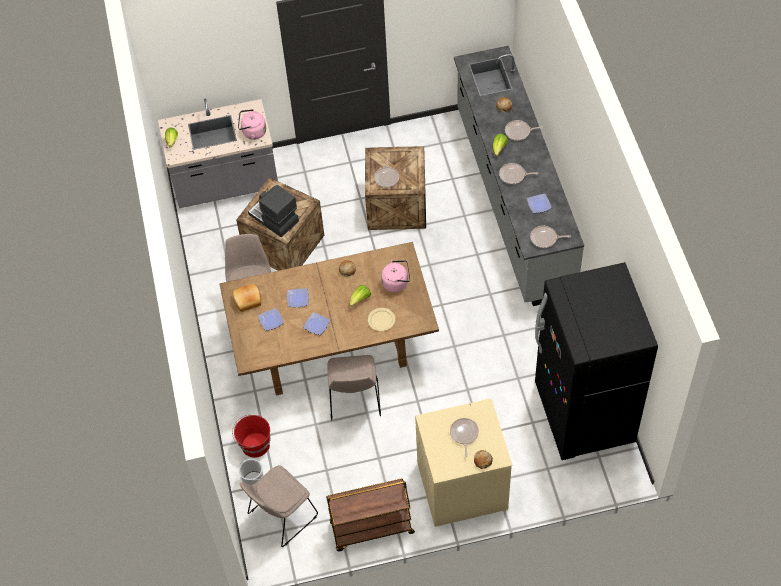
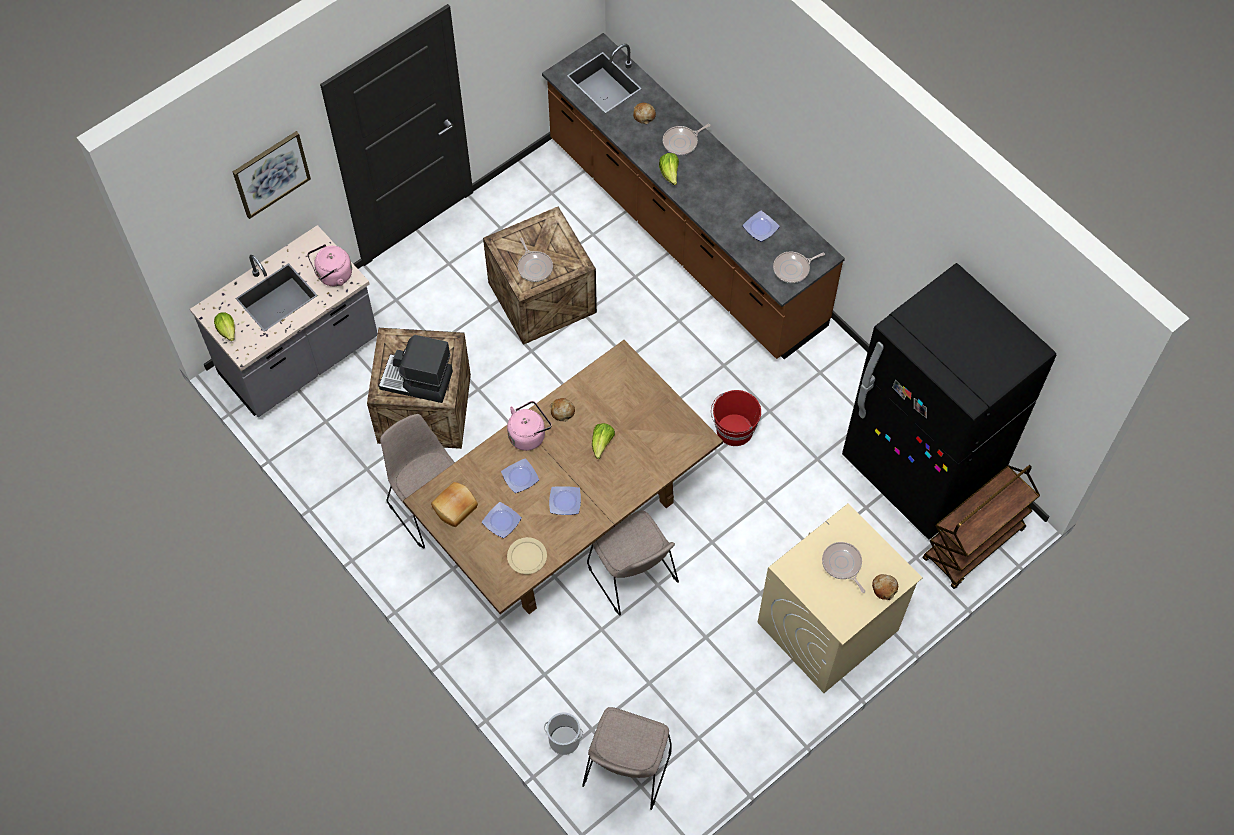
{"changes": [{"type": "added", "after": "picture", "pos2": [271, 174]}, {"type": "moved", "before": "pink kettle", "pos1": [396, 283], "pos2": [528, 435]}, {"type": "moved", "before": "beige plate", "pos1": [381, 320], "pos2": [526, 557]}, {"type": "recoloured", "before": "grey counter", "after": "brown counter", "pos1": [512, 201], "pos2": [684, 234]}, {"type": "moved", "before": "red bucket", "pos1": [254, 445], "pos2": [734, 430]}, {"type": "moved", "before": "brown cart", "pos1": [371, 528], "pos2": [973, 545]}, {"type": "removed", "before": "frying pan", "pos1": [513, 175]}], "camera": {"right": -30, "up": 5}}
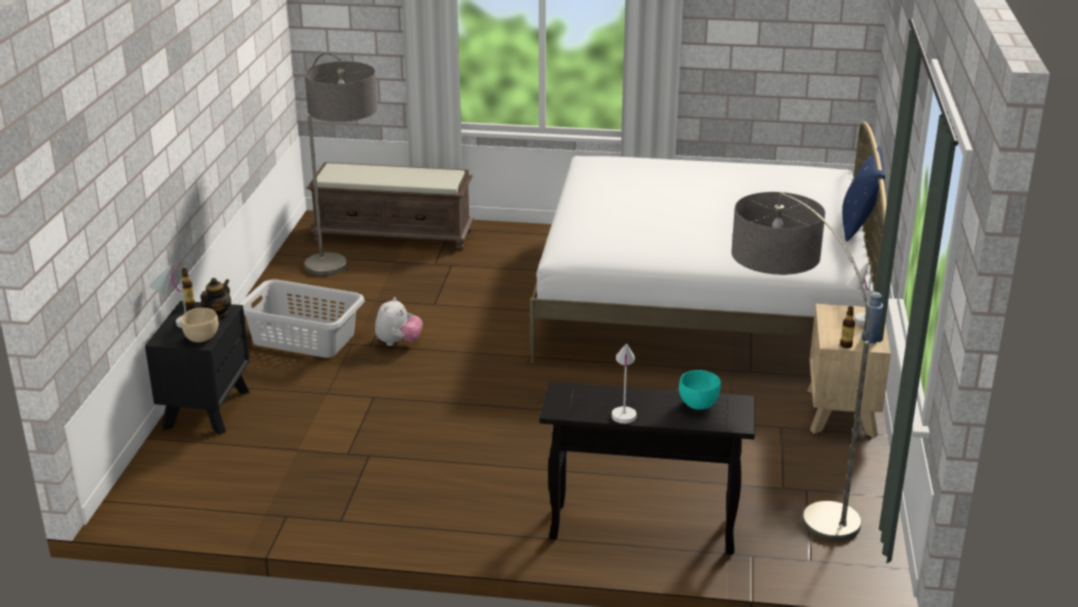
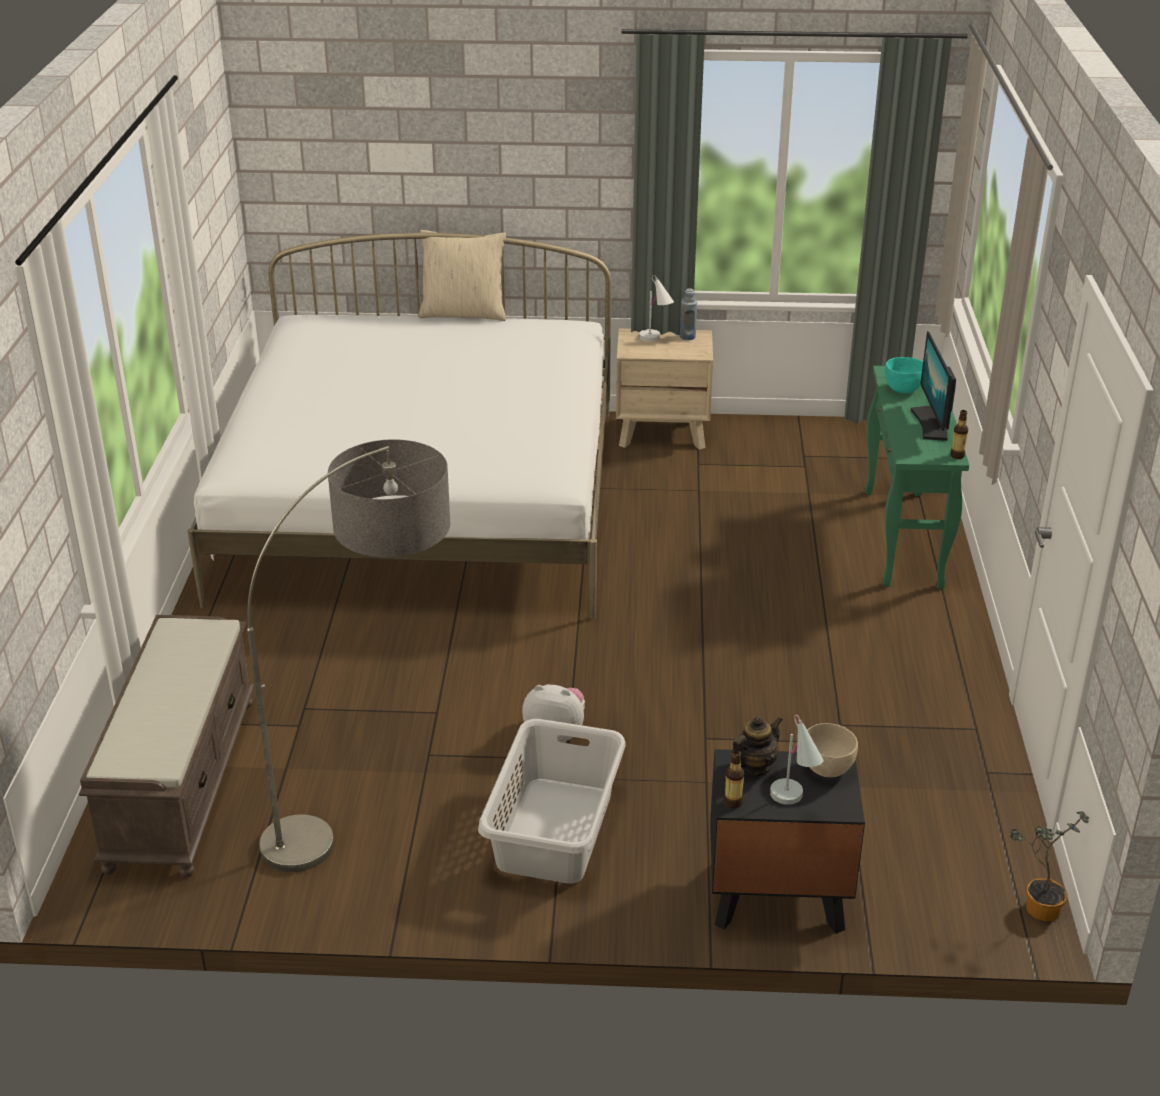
{"changes": [{"type": "recoloured", "before": "blue pillow", "after": "beige pillow", "pos1": [858, 226], "pos2": [464, 313]}, {"type": "turned", "before": "teapot", "pos1": [217, 315], "pos2": [754, 767], "turn": 120}, {"type": "recoloured", "before": "black console table", "after": "green console table", "pos1": [641, 529], "pos2": [903, 539]}, {"type": "replaced", "before": "white table lamp", "after": "monitor", "pos1": [623, 410], "pos2": [931, 424]}, {"type": "moved", "before": "bottle", "pos1": [846, 345], "pos2": [957, 455]}, {"type": "added", "after": "potted plant", "pos2": [1038, 906]}, {"type": "removed", "before": "floor lamp", "pos1": [779, 491]}], "camera": {"right": -95, "up": 5}}
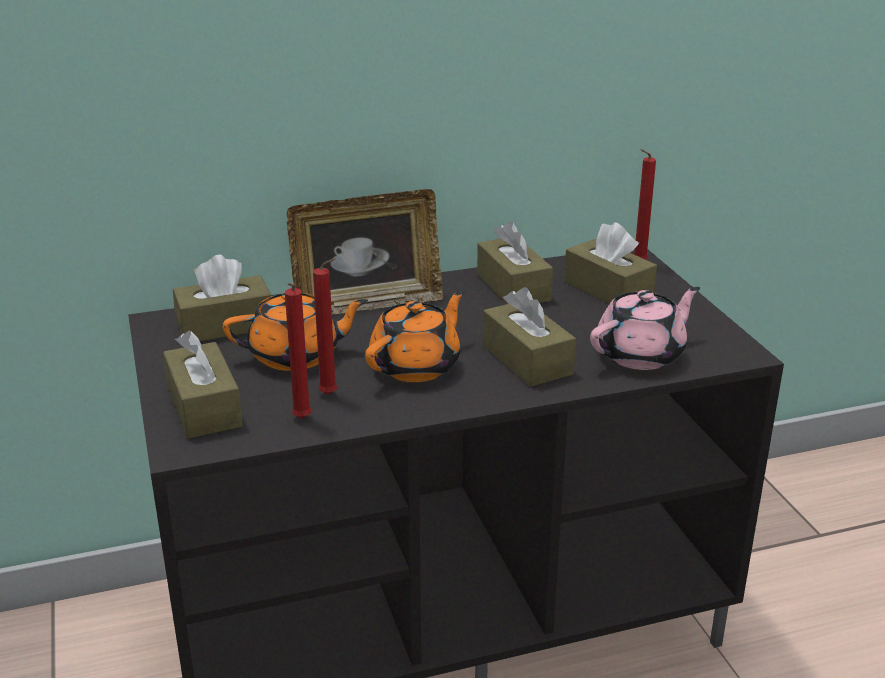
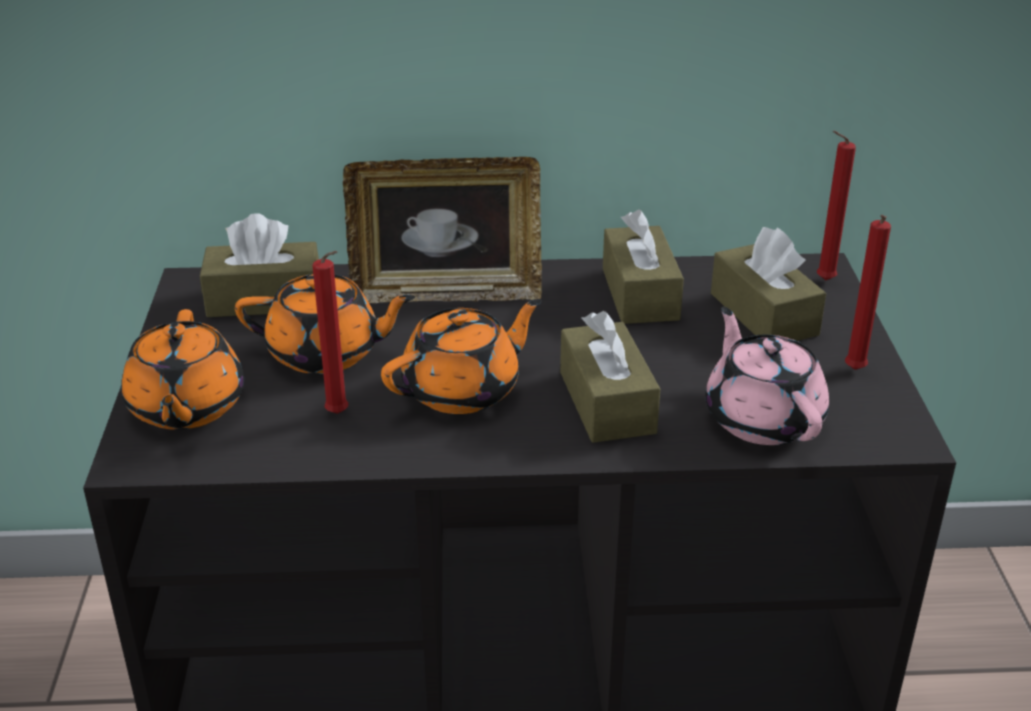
{"changes": [{"type": "replaced", "before": "brown tissue box", "after": "orange teapot", "pos1": [204, 407], "pos2": [186, 408]}, {"type": "turned", "before": "pink teapot", "pos1": [641, 354], "pos2": [762, 418], "turn": -90}, {"type": "moved", "before": "red candle", "pos1": [301, 420], "pos2": [854, 371]}], "camera": {"right": 15, "up": 5}}
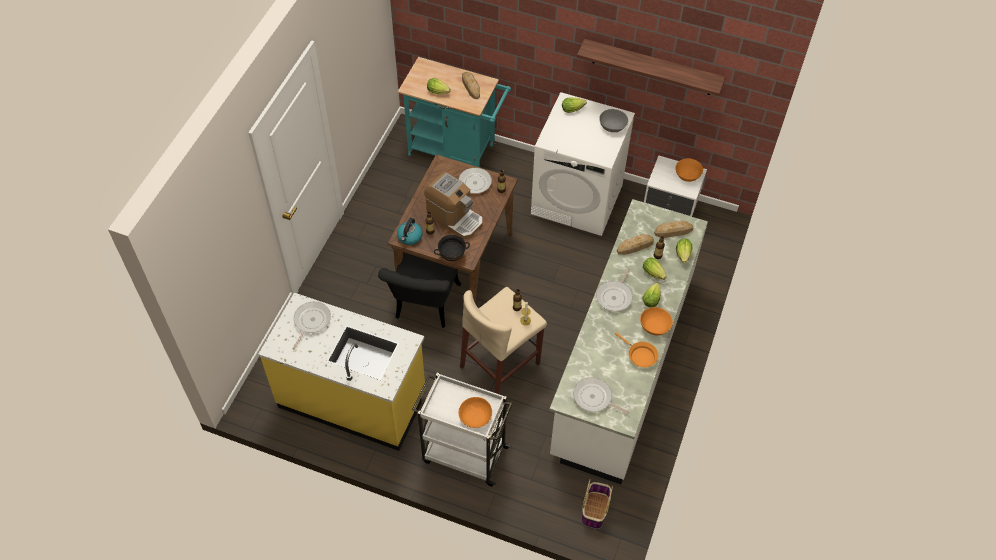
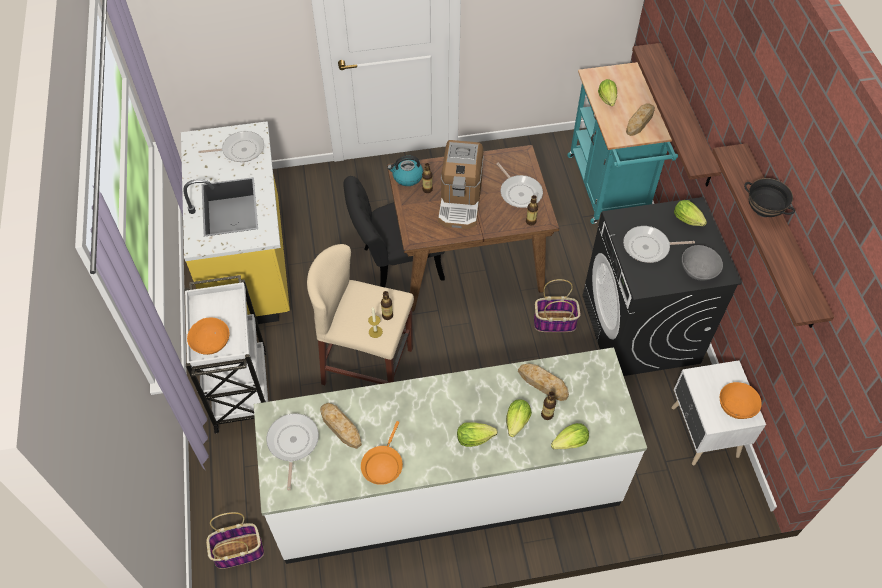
{"changes": [{"type": "moved", "before": "bread", "pos1": [673, 231], "pos2": [340, 427]}, {"type": "added", "after": "basket", "pos2": [555, 322]}, {"type": "recoloured", "before": "white washing machine", "after": "black washing machine", "pos1": [577, 199], "pos2": [640, 329]}, {"type": "moved", "before": "frying pan", "pos1": [615, 296], "pos2": [649, 247]}, {"type": "added", "after": "shelf", "pos2": [685, 116]}, {"type": "moved", "before": "black bowl", "pos1": [452, 256], "pos2": [762, 211]}, {"type": "removed", "before": "orange bowl", "pos1": [654, 326]}], "camera": {"right": 60, "up": 0}}
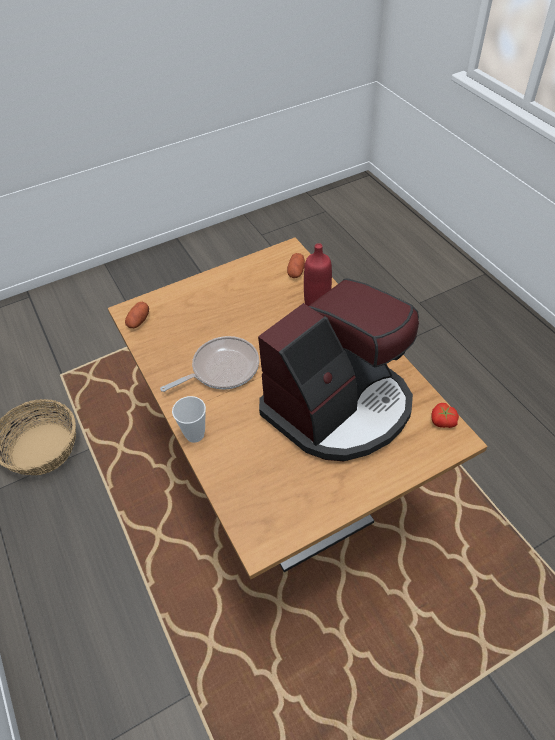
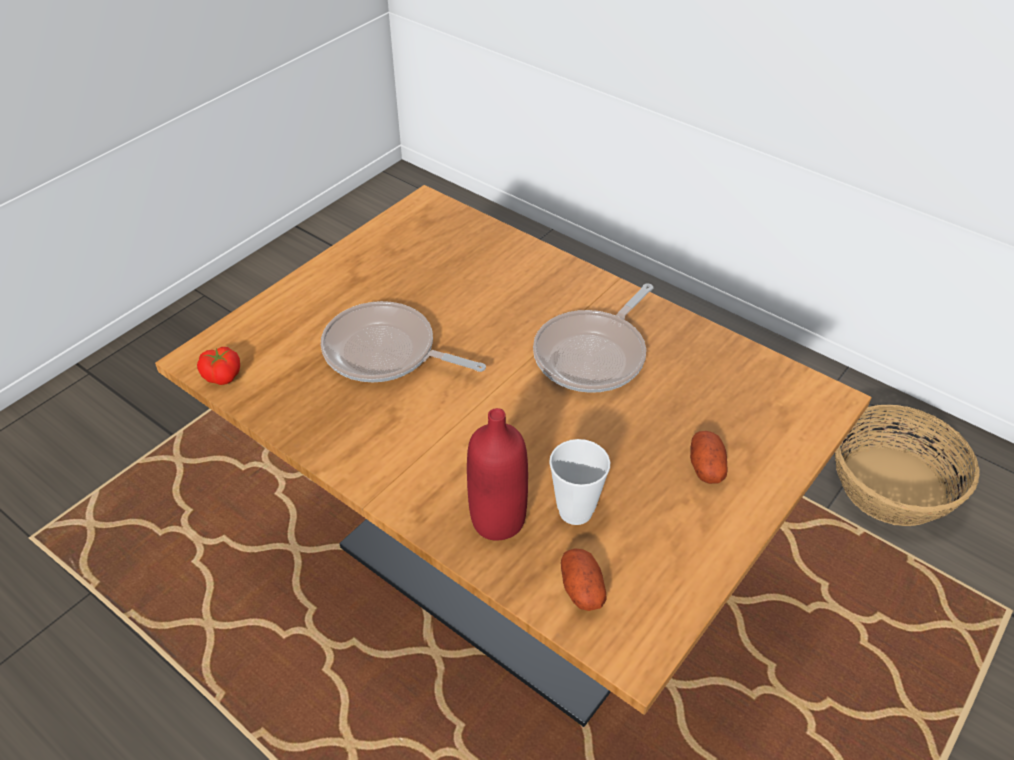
{"changes": [{"type": "replaced", "before": "coffee machine", "after": "frying pan", "pos1": [339, 407], "pos2": [385, 352]}, {"type": "moved", "before": "cup", "pos1": [195, 434], "pos2": [575, 511]}, {"type": "moved", "before": "potato", "pos1": [138, 321], "pos2": [706, 466]}], "camera": {"right": 155, "up": -5}}
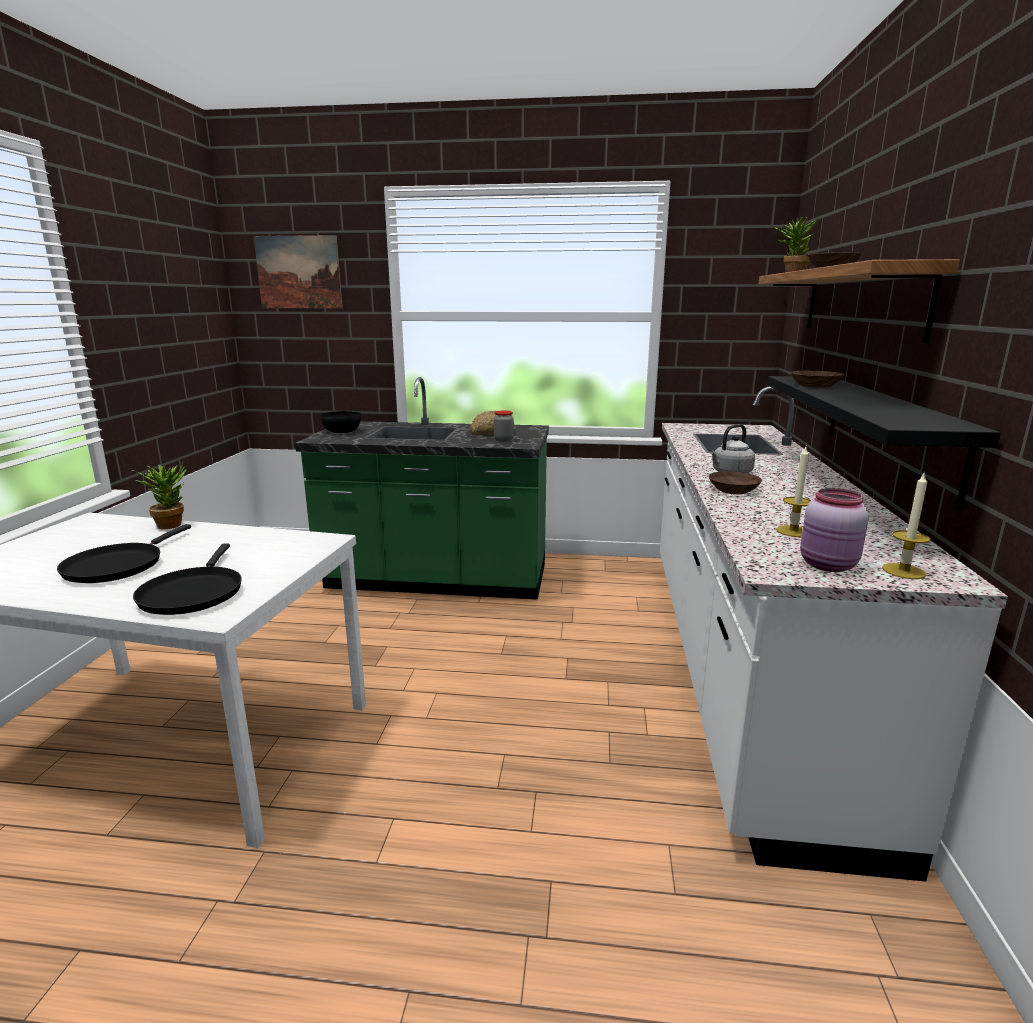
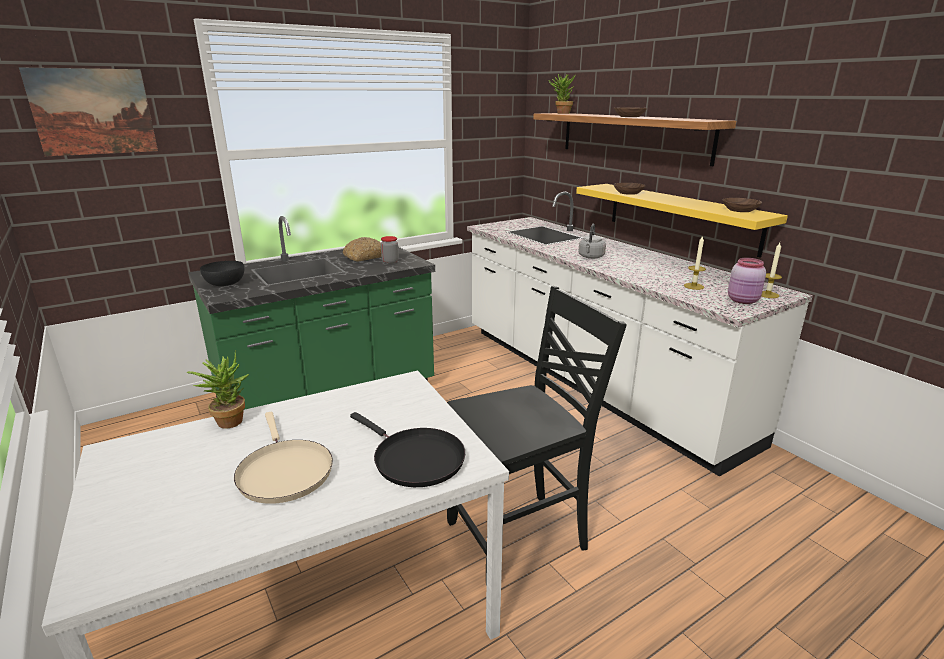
{"changes": [{"type": "recoloured", "before": "black frying pan", "after": "beige frying pan", "pos1": [118, 565], "pos2": [283, 472]}, {"type": "added", "after": "black chair", "pos2": [520, 537]}, {"type": "recoloured", "before": "black shelf", "after": "yellow shelf", "pos1": [888, 431], "pos2": [680, 217]}, {"type": "moved", "before": "brown bowl", "pos1": [732, 490], "pos2": [739, 210]}], "camera": {"right": -40, "up": 5}}
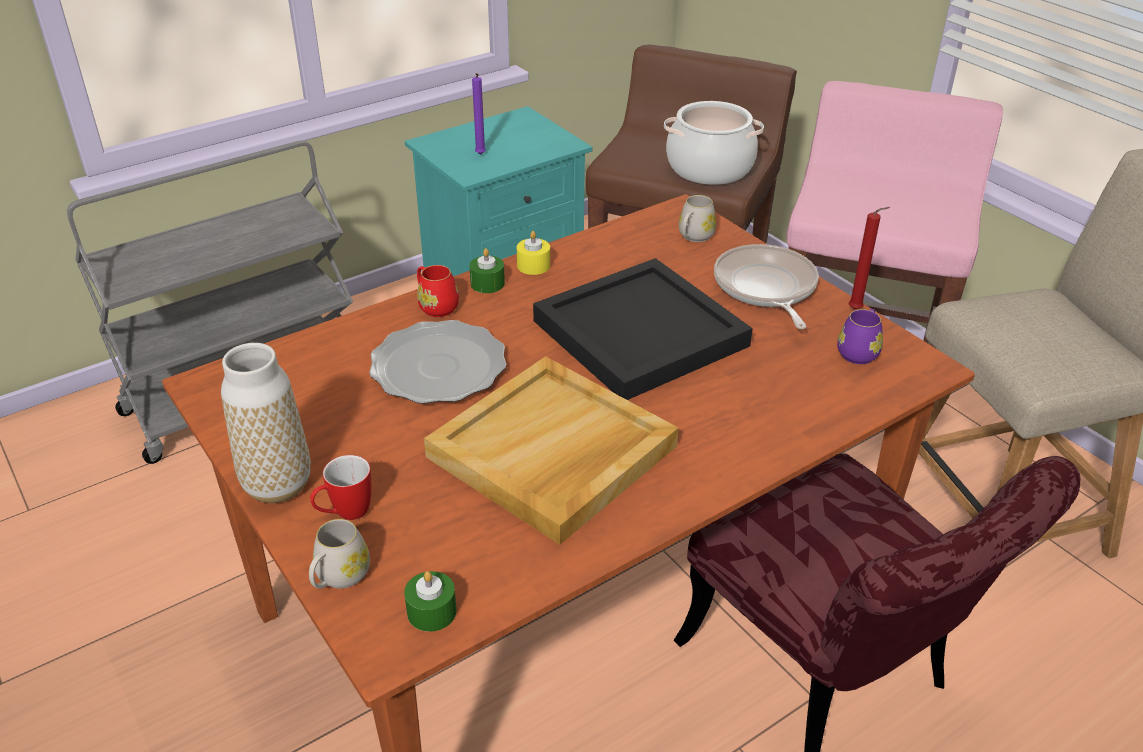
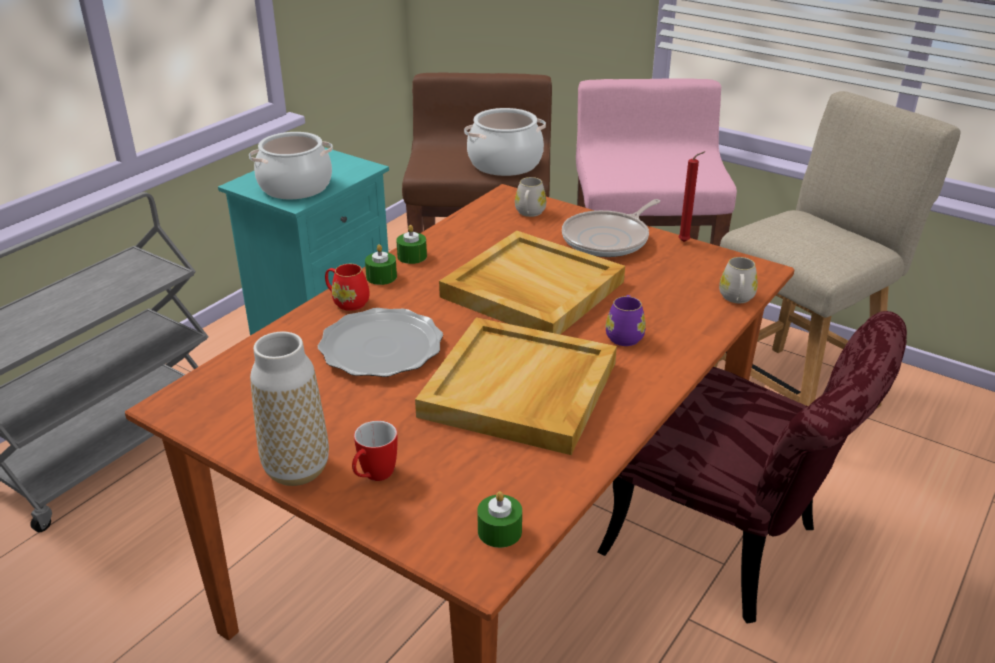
{"changes": [{"type": "replaced", "before": "purple candle", "after": "cooking pot", "pos1": [480, 155], "pos2": [295, 187]}, {"type": "recoloured", "before": "yellow candle", "after": "green candle", "pos1": [533, 265], "pos2": [412, 256]}, {"type": "recoloured", "before": "black tray", "after": "beige tray", "pos1": [637, 333], "pos2": [531, 289]}, {"type": "turned", "before": "frying pan", "pos1": [765, 288], "pos2": [608, 239], "turn": -105}, {"type": "moved", "before": "purple mug", "pos1": [859, 351], "pos2": [624, 335]}, {"type": "moved", "before": "white mug", "pos1": [339, 577], "pos2": [736, 299]}], "camera": {"right": -20, "up": -5}}
